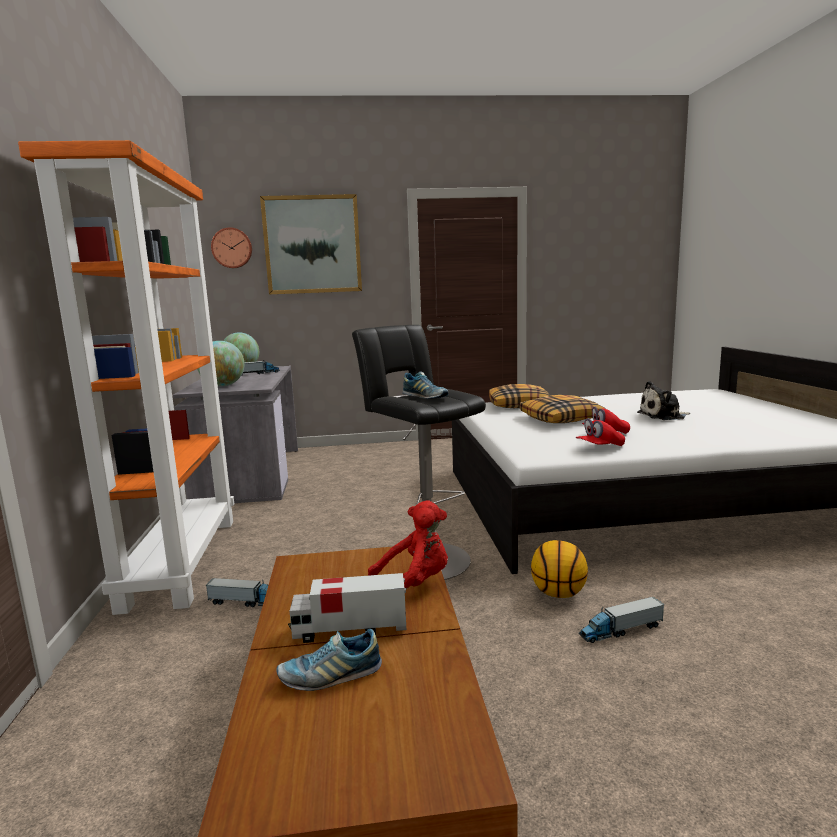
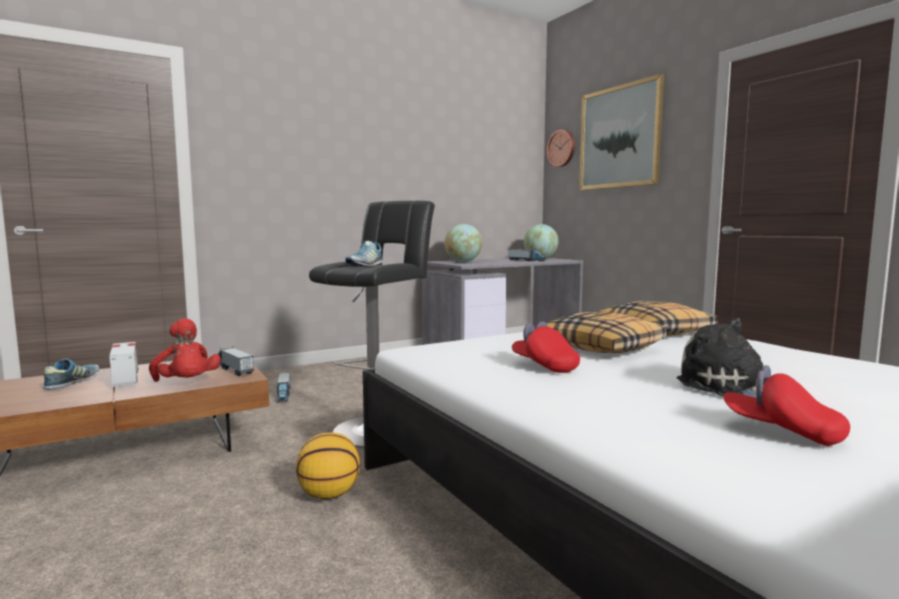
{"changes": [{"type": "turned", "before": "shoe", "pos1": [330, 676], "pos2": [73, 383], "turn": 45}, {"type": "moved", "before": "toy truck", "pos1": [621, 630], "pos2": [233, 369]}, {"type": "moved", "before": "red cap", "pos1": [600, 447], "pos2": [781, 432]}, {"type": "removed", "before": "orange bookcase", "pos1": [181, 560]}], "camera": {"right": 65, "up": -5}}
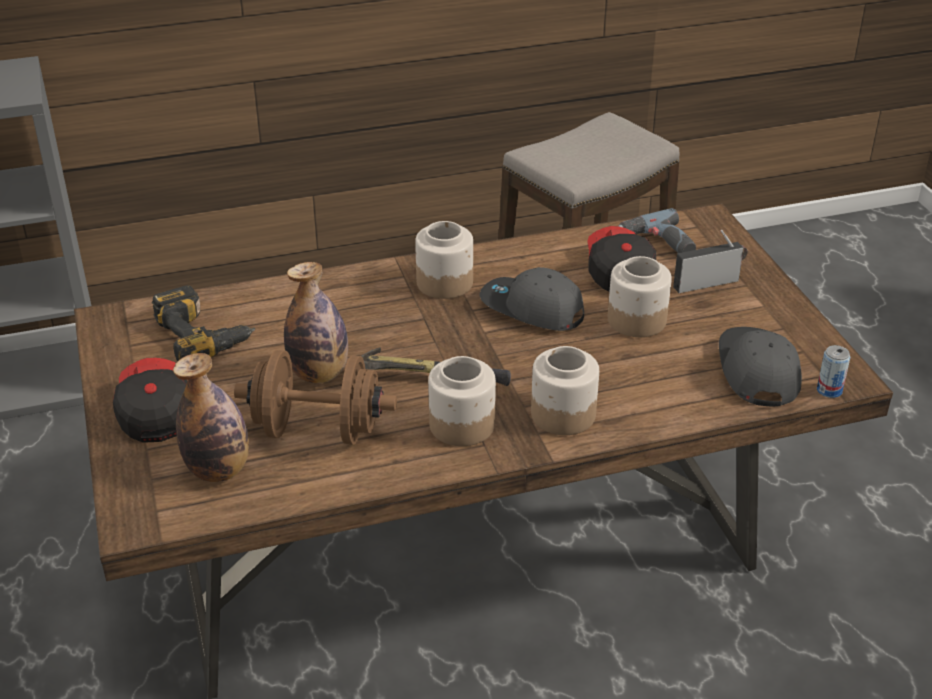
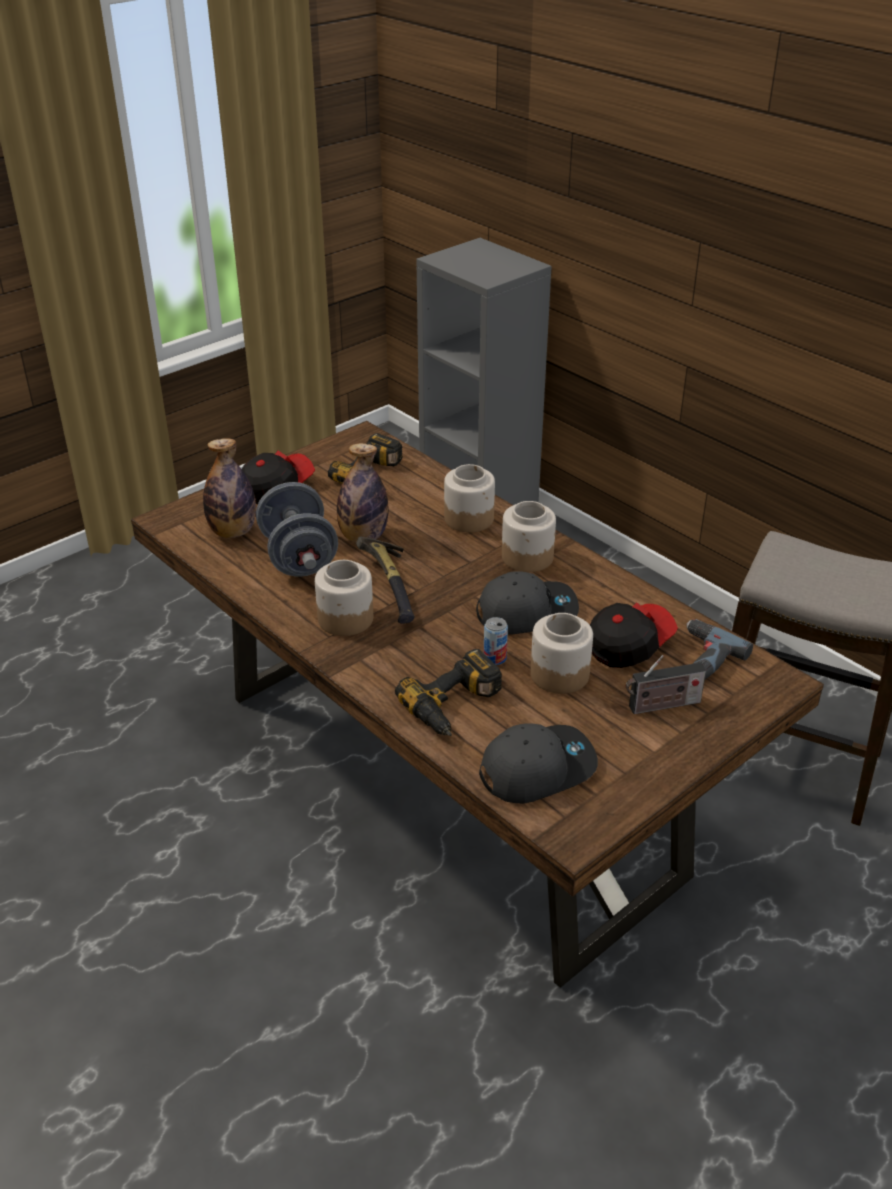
{"changes": [{"type": "recoloured", "before": "brown dumbbell", "after": "grey dumbbell", "pos1": [318, 430], "pos2": [299, 557]}, {"type": "added", "after": "power drill", "pos2": [456, 706]}, {"type": "moved", "before": "jar", "pos1": [562, 414], "pos2": [469, 518]}, {"type": "turned", "before": "grey cap", "pos1": [531, 309], "pos2": [527, 611], "turn": 75}, {"type": "moved", "before": "can", "pos1": [829, 390], "pos2": [495, 658]}, {"type": "turned", "before": "radio", "pos1": [708, 283], "pos2": [661, 706], "turn": 120}], "camera": {"right": 65, "up": 0}}
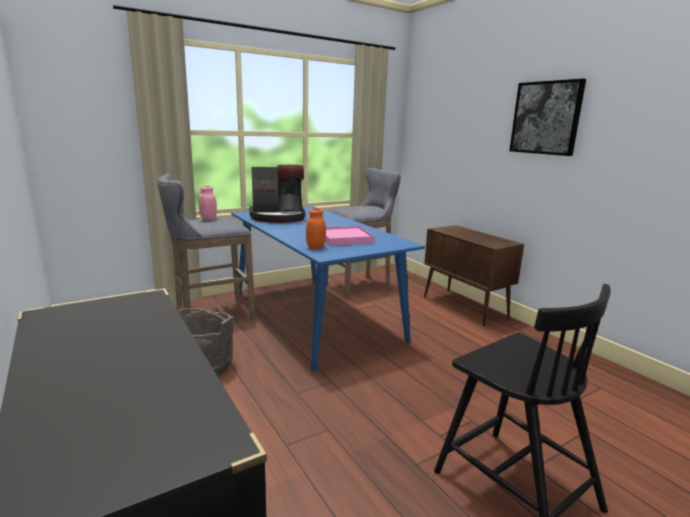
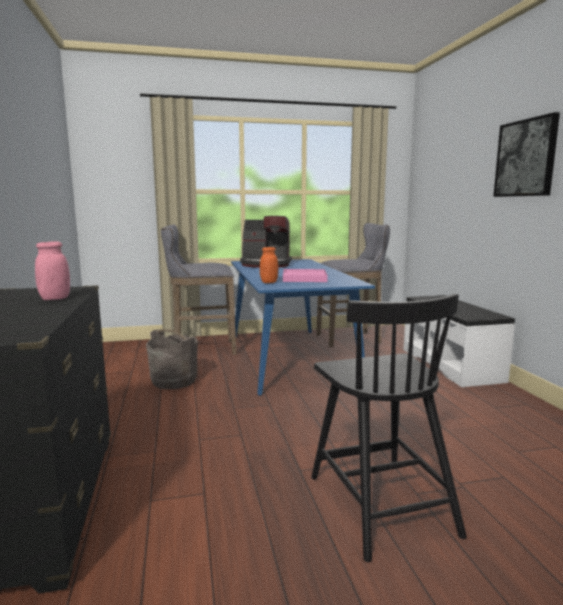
{"changes": [{"type": "moved", "before": "pink jar", "pos1": [208, 219], "pos2": [55, 298]}, {"type": "replaced", "before": "brown cabinet", "after": "white bench", "pos1": [465, 307], "pos2": [451, 364]}], "camera": {"right": 20, "up": -5}}
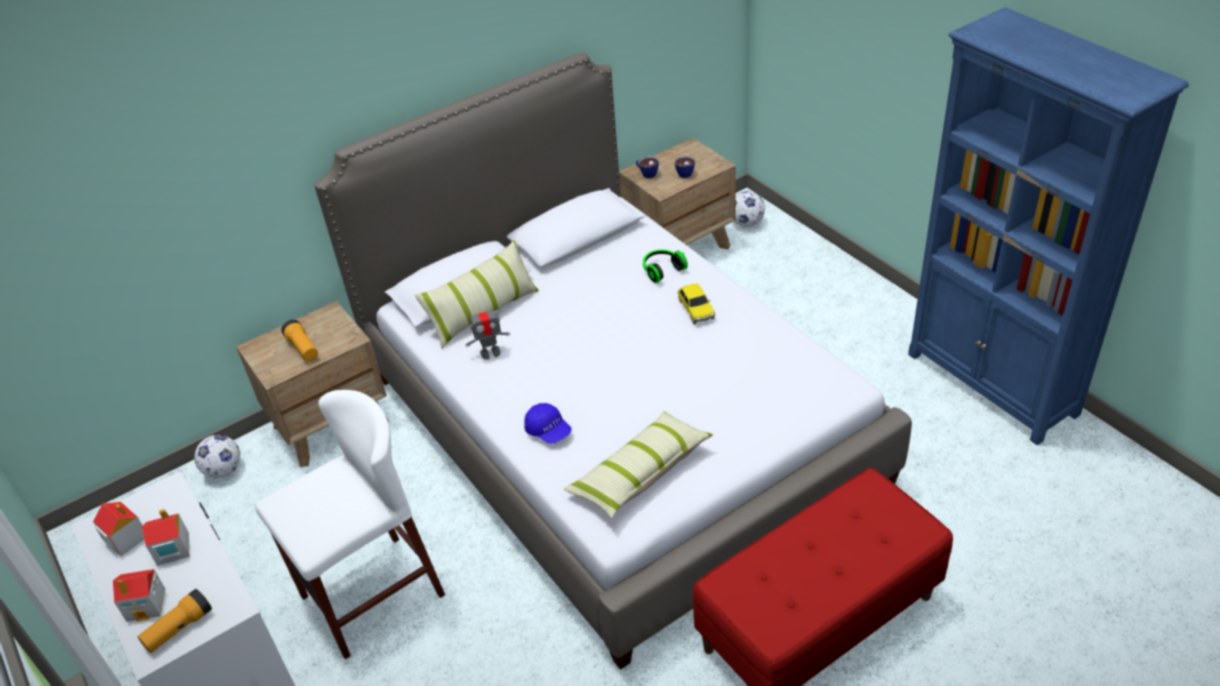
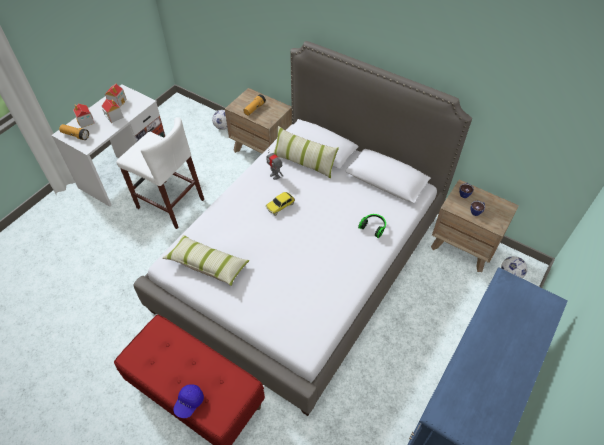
{"changes": [{"type": "moved", "before": "blue cap", "pos1": [548, 431], "pos2": [189, 403]}, {"type": "moved", "before": "toy car", "pos1": [696, 309], "pos2": [280, 206]}], "camera": {"right": 65, "up": 10}}
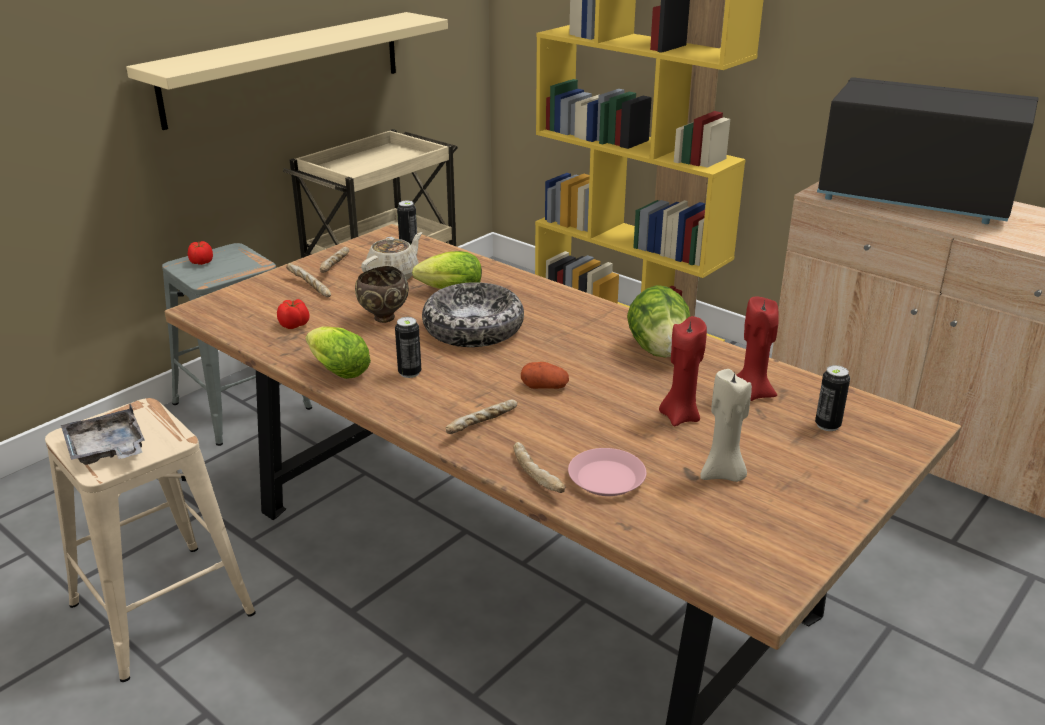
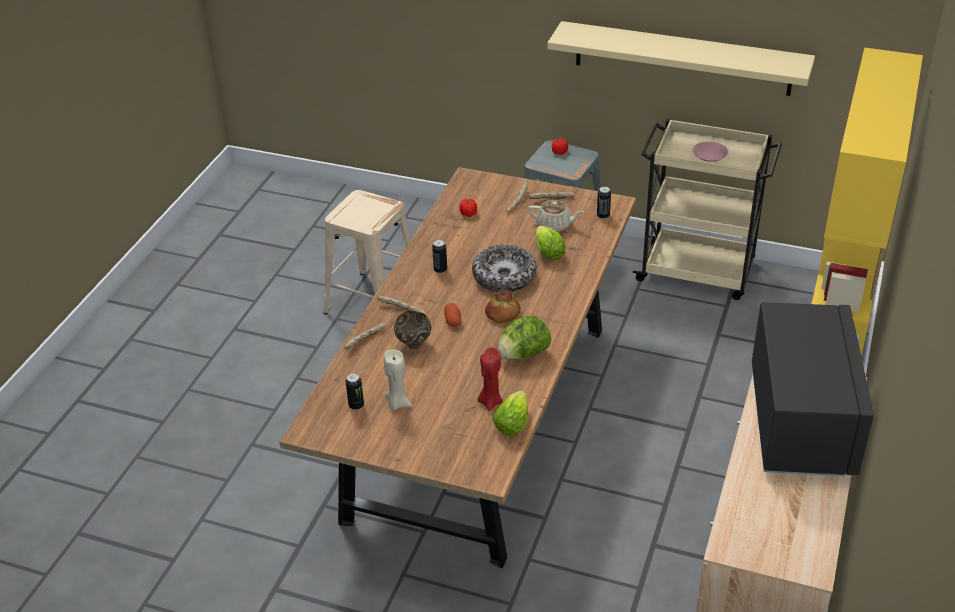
{"changes": [{"type": "moved", "before": "can", "pos1": [827, 425], "pos2": [356, 405]}, {"type": "moved", "before": "brown bowl", "pos1": [383, 319], "pos2": [413, 345]}, {"type": "added", "after": "bread", "pos2": [502, 314]}, {"type": "moved", "before": "lettuce", "pos1": [336, 370], "pos2": [513, 422]}, {"type": "moved", "before": "pink plate", "pos1": [606, 478], "pos2": [709, 154]}, {"type": "removed", "before": "grey tray", "pos1": [107, 450]}, {"type": "removed", "before": "red candle", "pos1": [680, 416]}], "camera": {"right": 70, "up": 10}}
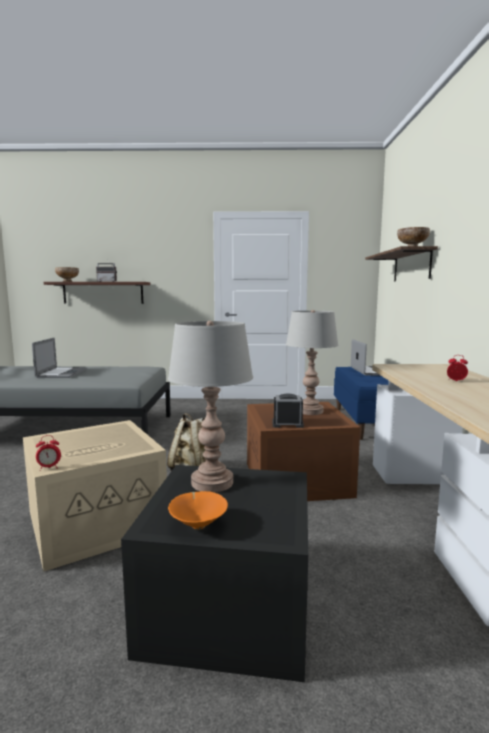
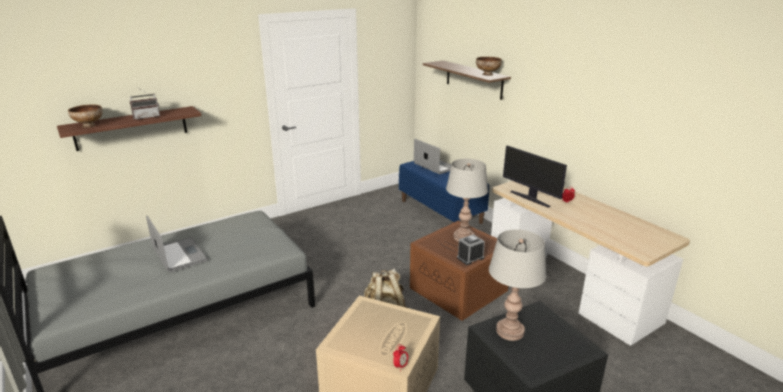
{"changes": [{"type": "added", "after": "monitor", "pos2": [530, 198]}, {"type": "removed", "before": "orange bowl", "pos1": [198, 525]}], "camera": {"right": -35, "up": 15}}
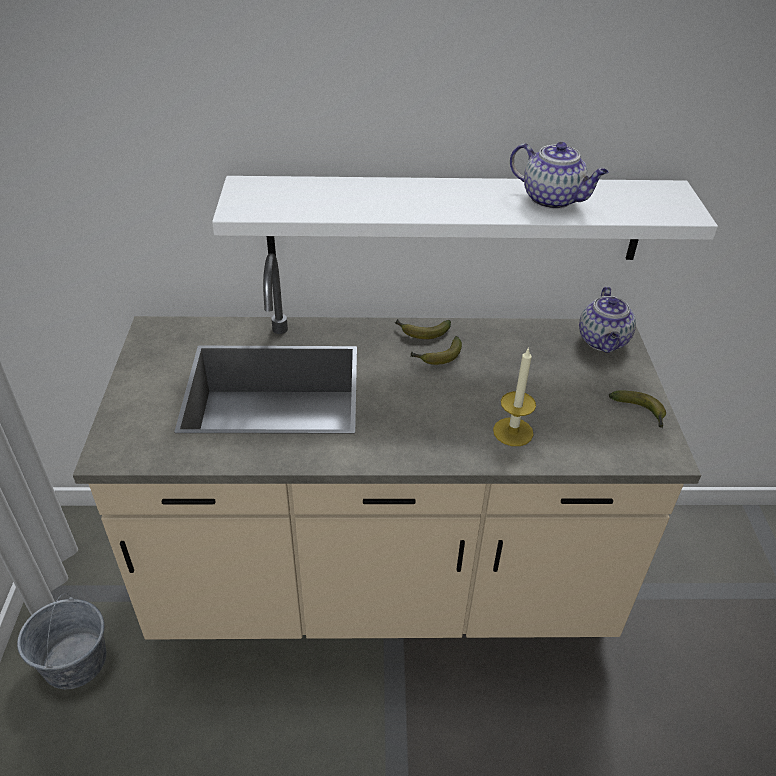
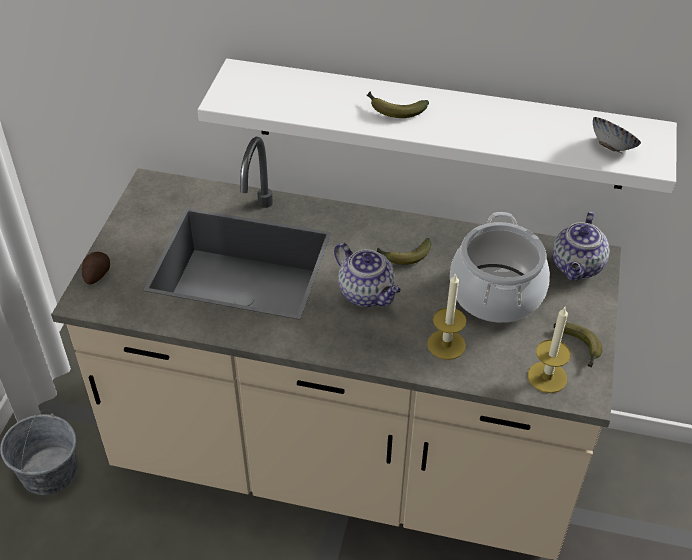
{"changes": [{"type": "added", "after": "potato", "pos2": [96, 274]}, {"type": "moved", "before": "teapot", "pos1": [553, 200], "pos2": [367, 294]}, {"type": "moved", "before": "banana", "pos1": [421, 332], "pos2": [393, 110]}, {"type": "added", "after": "cooking pot", "pos2": [495, 293]}, {"type": "added", "after": "candle", "pos2": [547, 377]}, {"type": "added", "after": "bowl", "pos2": [611, 148]}], "camera": {"right": 15, "up": 5}}
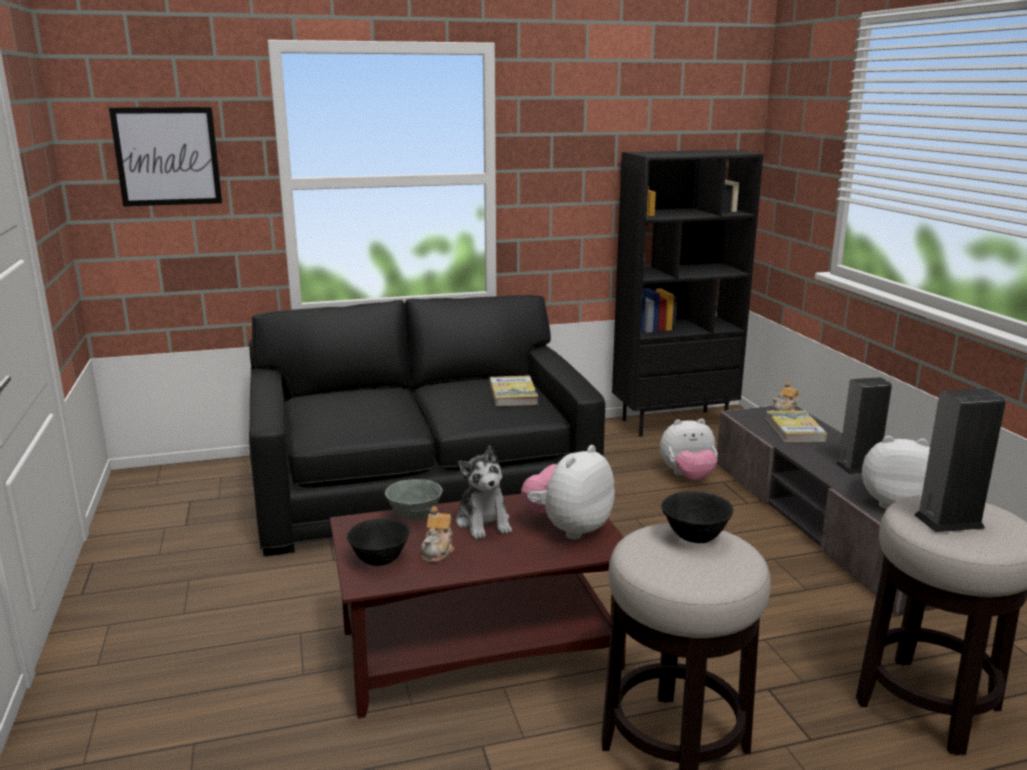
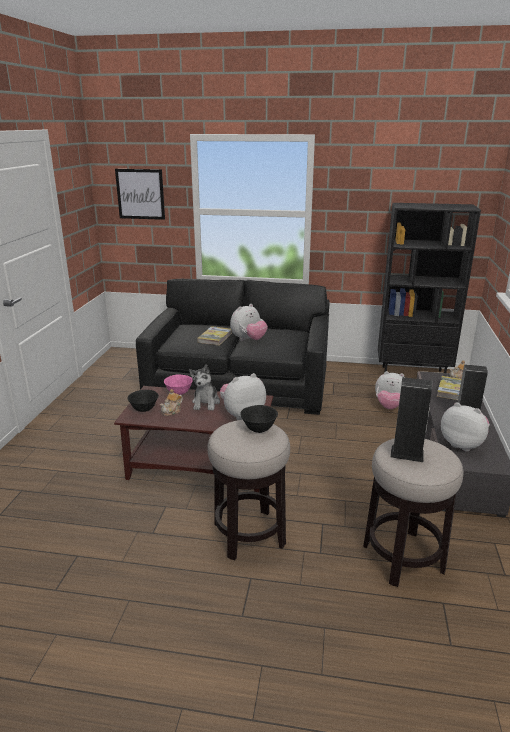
{"changes": [{"type": "recoloured", "before": "grey bowl", "after": "pink bowl", "pos1": [414, 516], "pos2": [179, 393]}, {"type": "moved", "before": "book", "pos1": [513, 394], "pos2": [215, 337]}, {"type": "added", "after": "plush toy", "pos2": [248, 340]}], "camera": {"right": 25, "up": 5}}
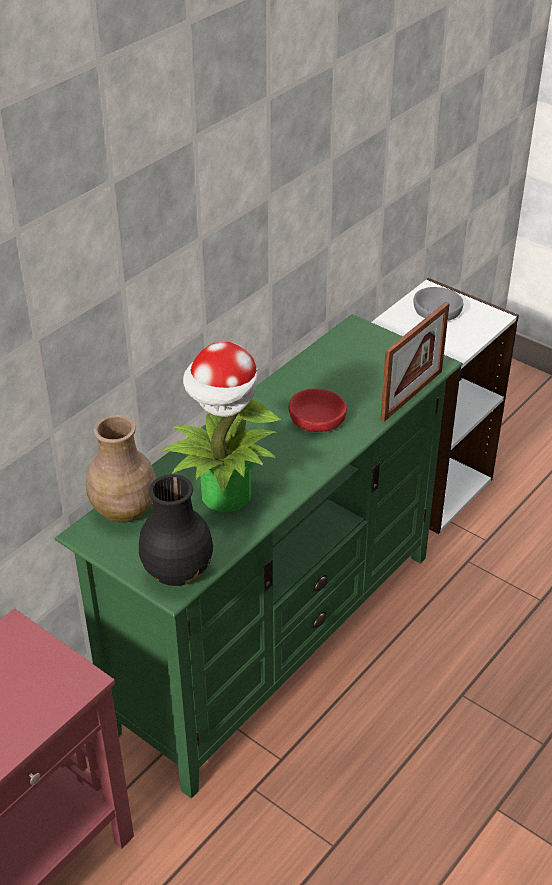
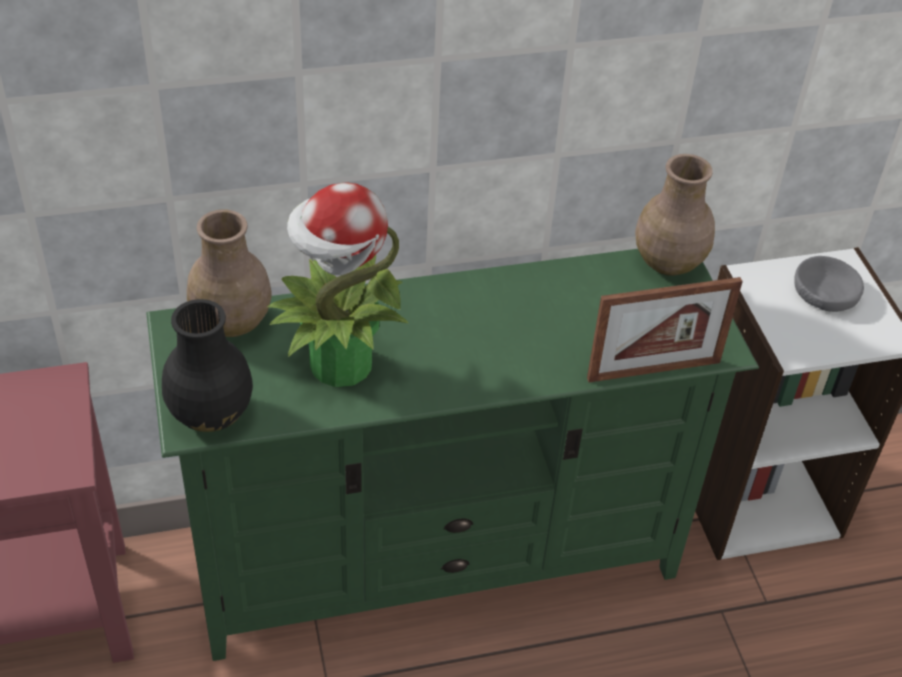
{"changes": [{"type": "added", "after": "brown vase", "pos2": [668, 263]}, {"type": "removed", "before": "red bowl", "pos1": [317, 417]}], "camera": {"right": 35, "up": 5}}
